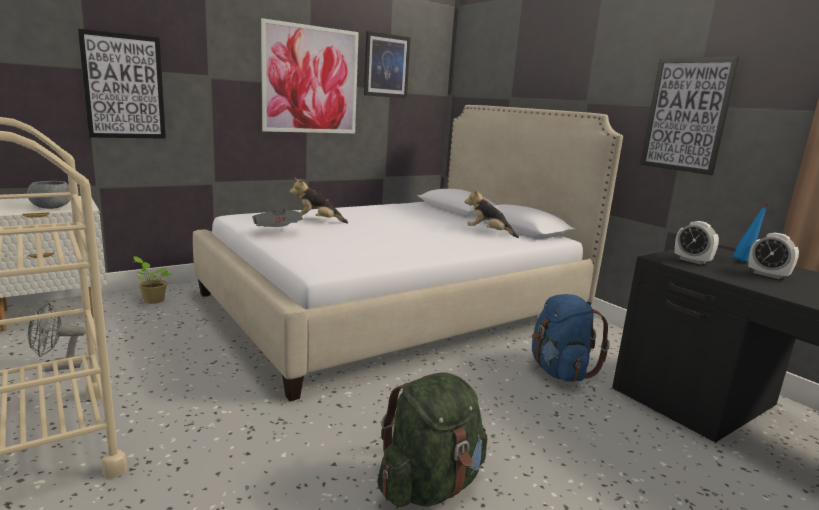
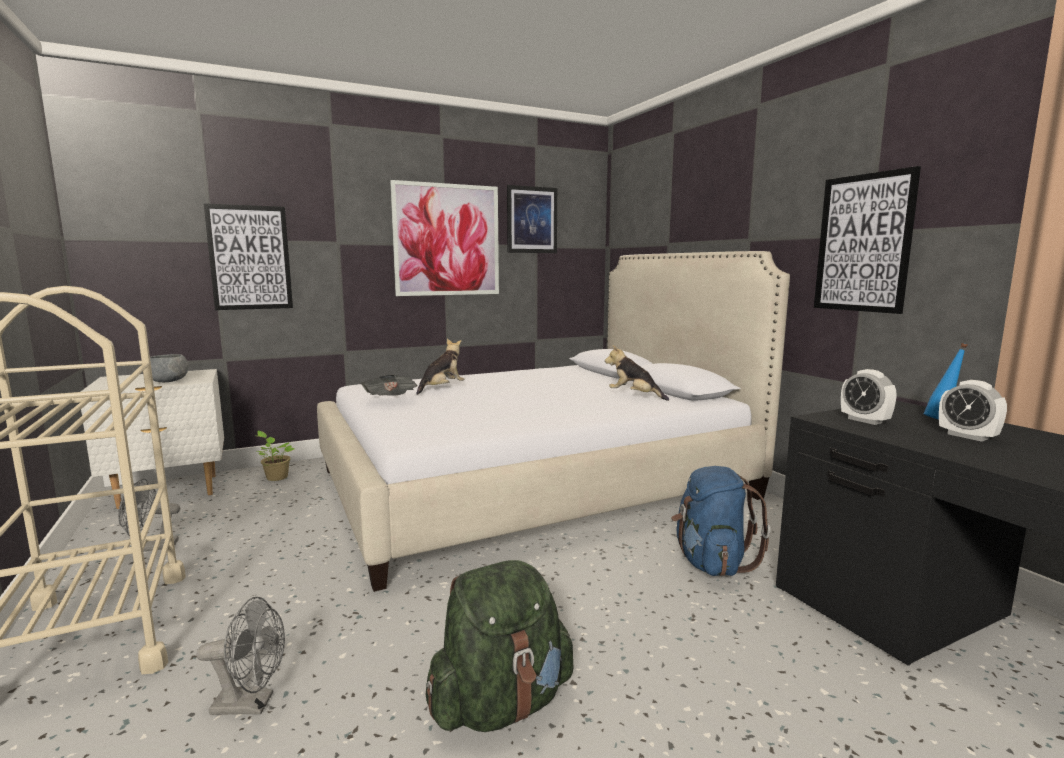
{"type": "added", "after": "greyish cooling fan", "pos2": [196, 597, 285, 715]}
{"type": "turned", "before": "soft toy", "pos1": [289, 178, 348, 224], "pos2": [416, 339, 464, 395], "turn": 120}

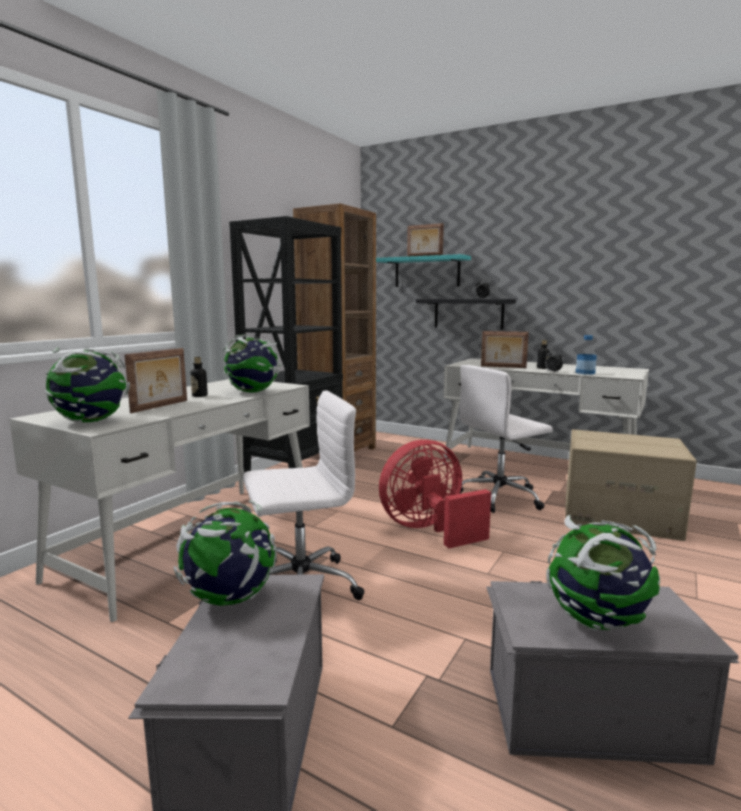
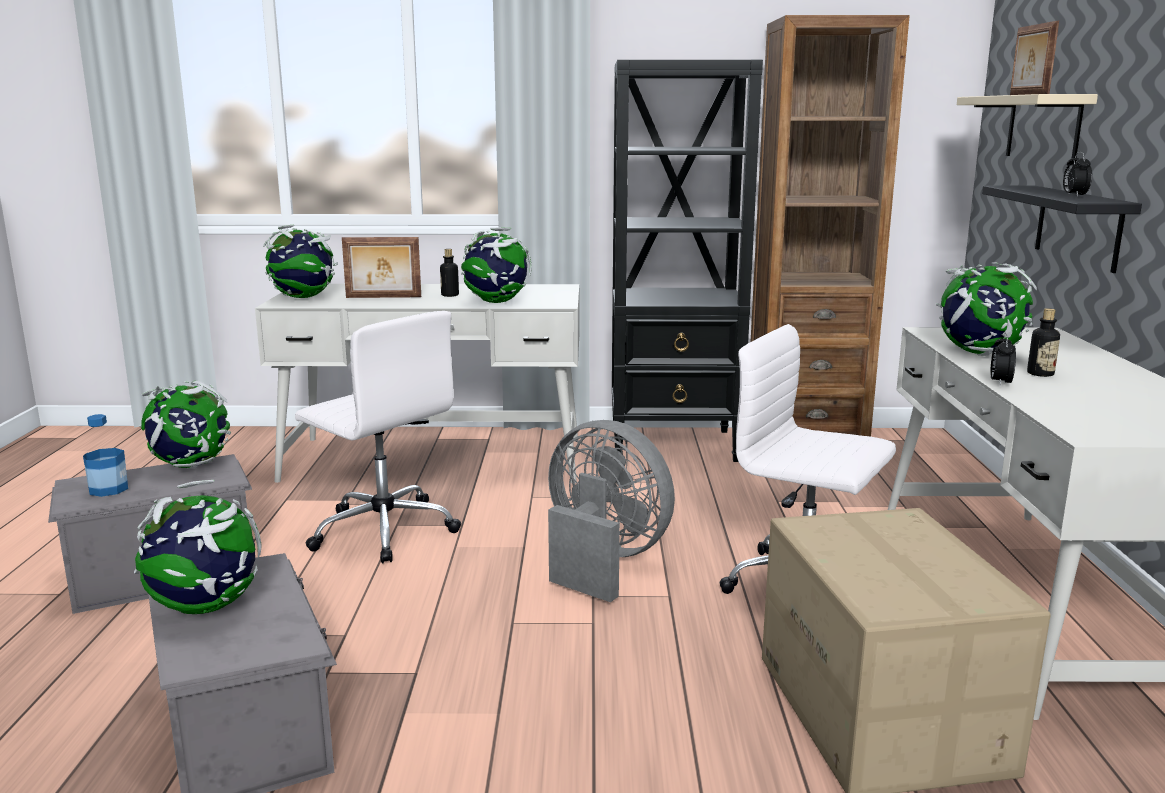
{"type": "moved", "before": "bottle", "pos1": [575, 335, 597, 374], "pos2": [83, 414, 128, 497]}
{"type": "recoloured", "before": "reddish cooling fan", "after": "greyish cooling fan", "pos1": [379, 440, 491, 548], "pos2": [548, 420, 675, 602]}
{"type": "replaced", "before": "photo frame", "after": "desk globe", "pos1": [481, 331, 529, 368], "pos2": [936, 262, 1037, 356]}
{"type": "recoloured", "before": "turquoise-coloured wall shelf", "after": "beige wall shelf", "pos1": [376, 254, 471, 287], "pos2": [957, 94, 1098, 159]}

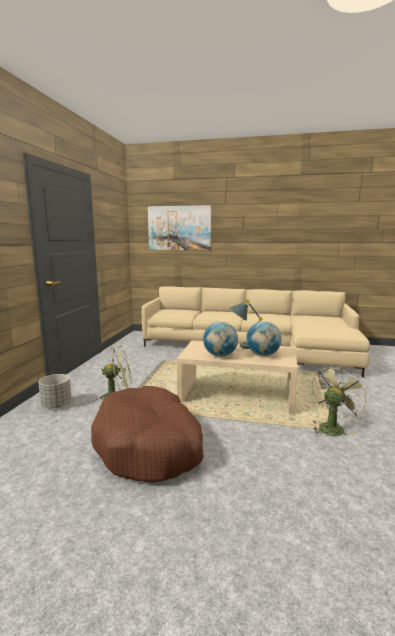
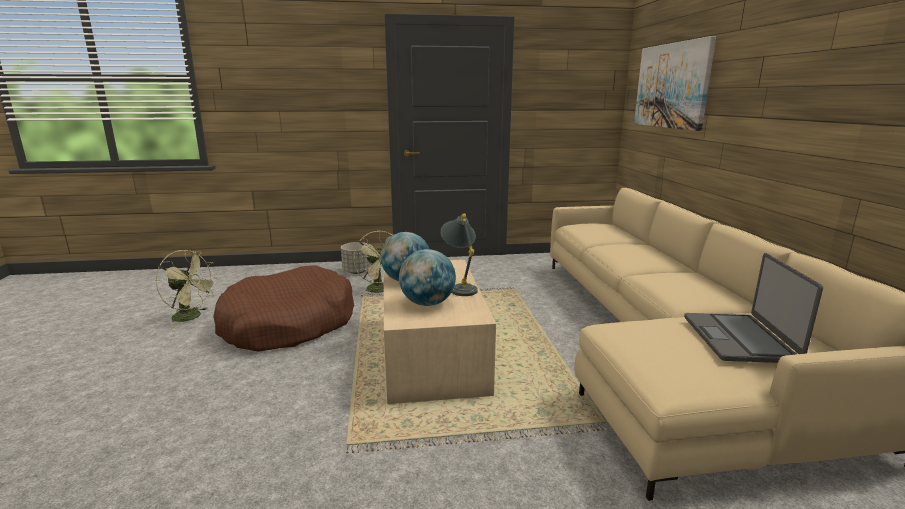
{"type": "moved", "before": "greenish cooling fan", "pos1": [311, 365, 368, 436], "pos2": [156, 250, 218, 327]}
{"type": "added", "after": "portable computer", "pos2": [684, 253, 823, 363]}

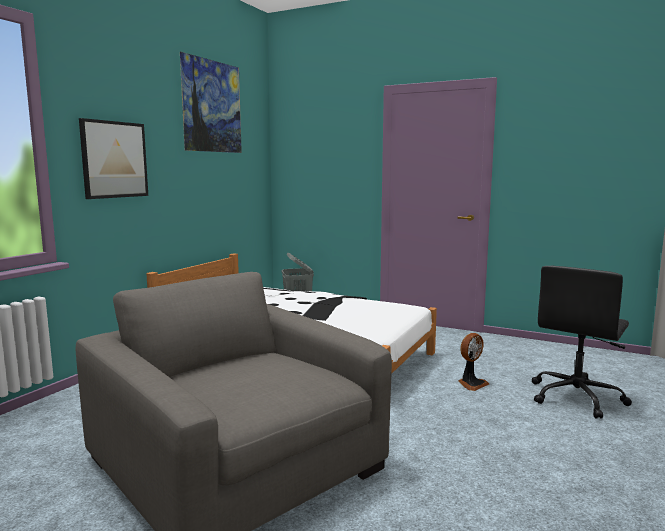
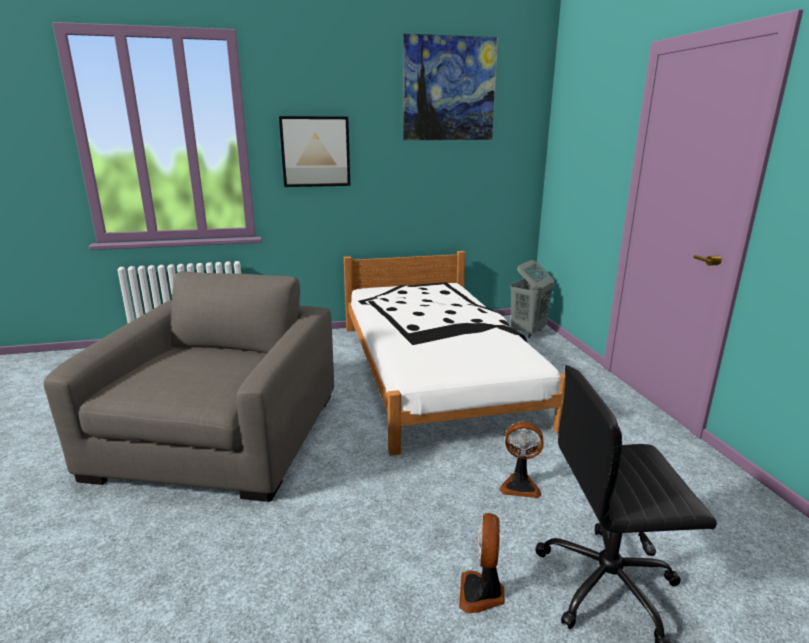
{"type": "added", "after": "cooling fan", "pos2": [459, 513, 504, 613]}

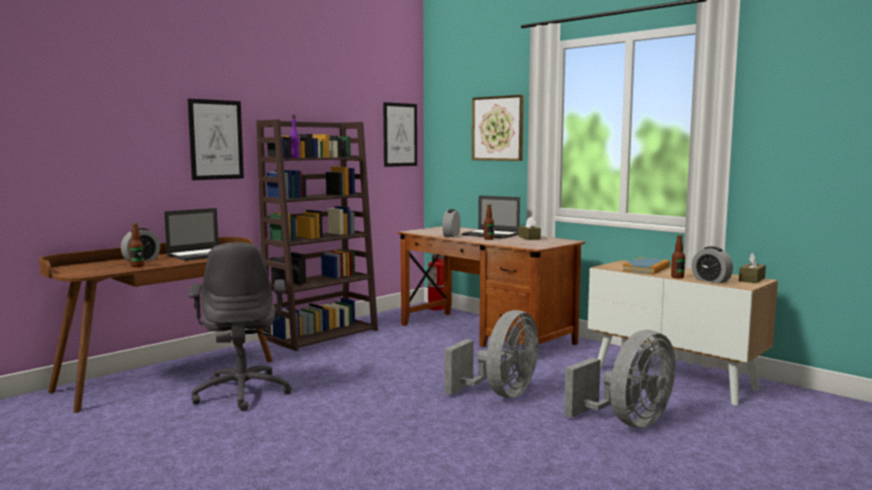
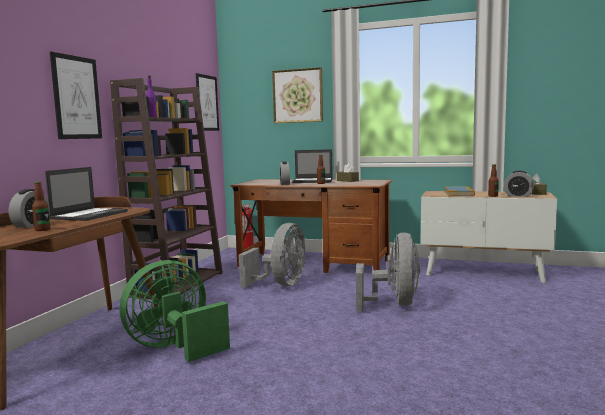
{"type": "replaced", "before": "greyish desk chair", "after": "greenish cooling fan", "pos1": [188, 242, 292, 411], "pos2": [120, 260, 230, 362]}
{"type": "moved", "before": "greyish cooling fan", "pos1": [564, 330, 675, 428], "pos2": [239, 223, 305, 288]}

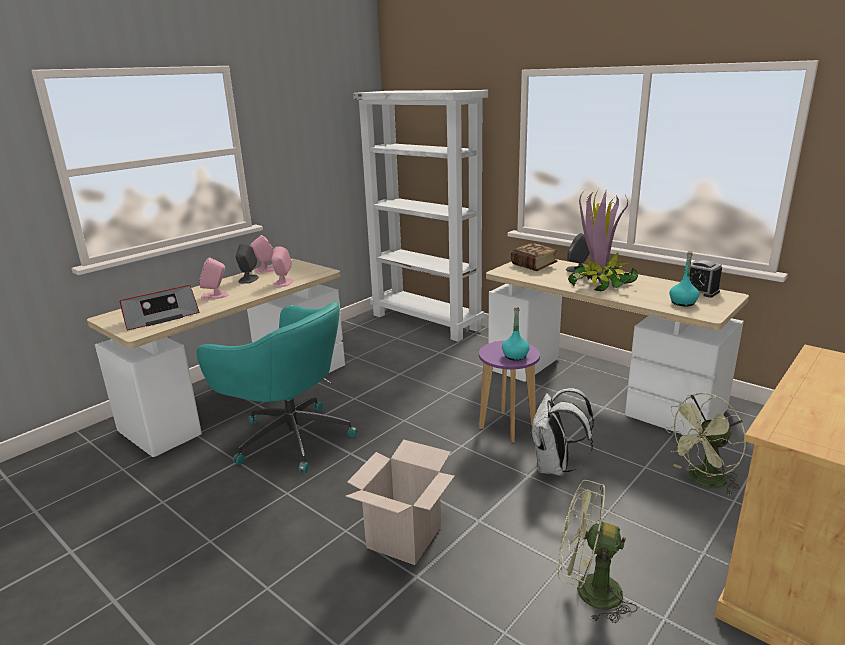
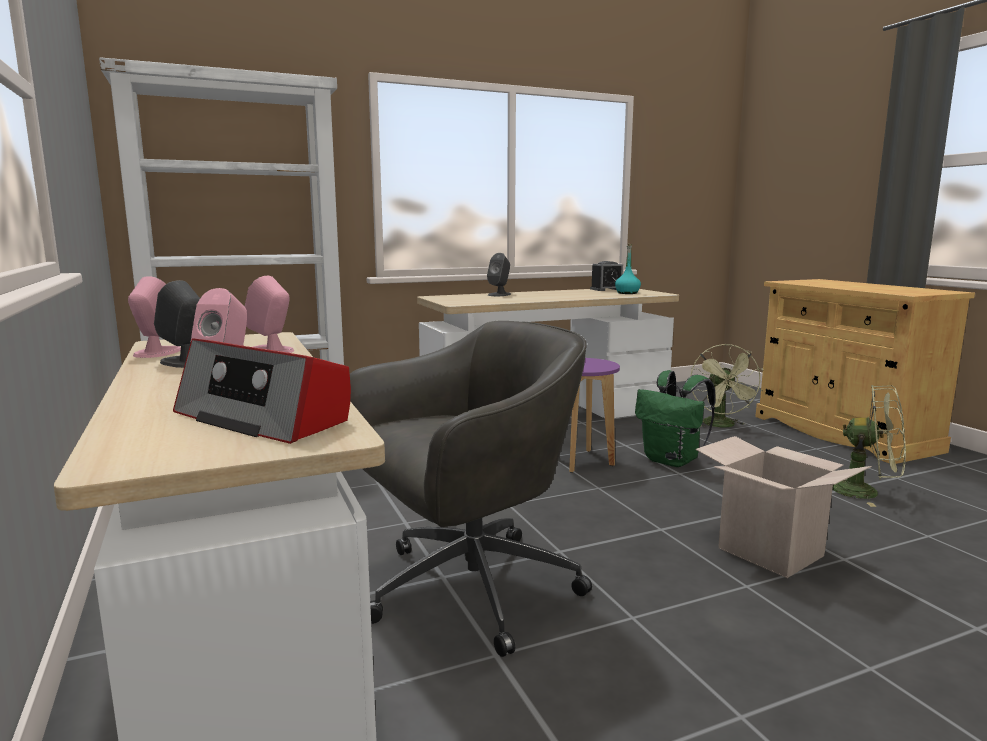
{"type": "turned", "before": "radio receiver", "pos1": [119, 285, 199, 330], "pos2": [173, 338, 351, 444], "turn": 135}
{"type": "recoloured", "before": "turquoise-coloured desk chair", "after": "greyish desk chair", "pos1": [196, 302, 358, 473], "pos2": [350, 321, 592, 657]}
{"type": "recoloured", "before": "white rucksack", "after": "greenish rucksack", "pos1": [530, 388, 594, 476], "pos2": [635, 370, 716, 467]}
{"type": "turned", "before": "greenish cooling fan", "pos1": [558, 480, 637, 623], "pos2": [832, 385, 906, 507], "turn": -105}
{"type": "removed", "before": "turquoise-coloured bottle", "pos1": [502, 307, 530, 361]}
{"type": "removed", "before": "bound book", "pos1": [511, 243, 558, 271]}
{"type": "removed", "before": "plant in a pot", "pos1": [568, 190, 638, 291]}

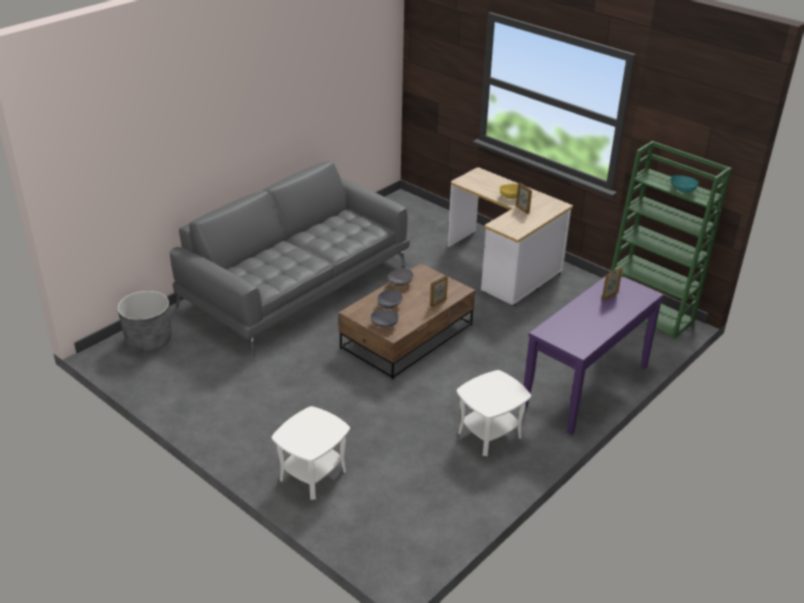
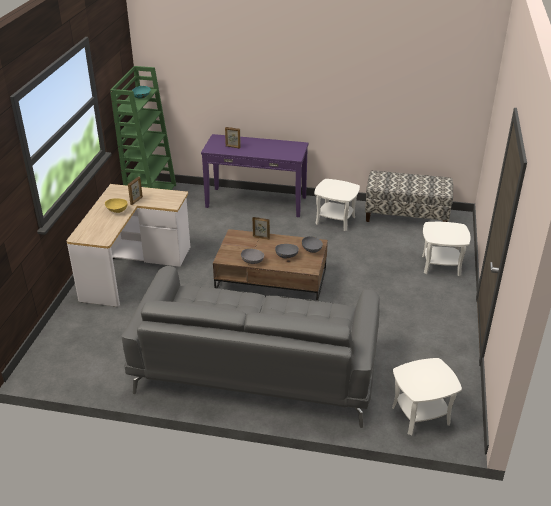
{"type": "added", "after": "indoor bench", "pos2": [365, 170, 453, 222]}
{"type": "replaced", "before": "greyish planter", "after": "white accent table", "pos1": [117, 291, 172, 352], "pos2": [392, 358, 462, 435]}

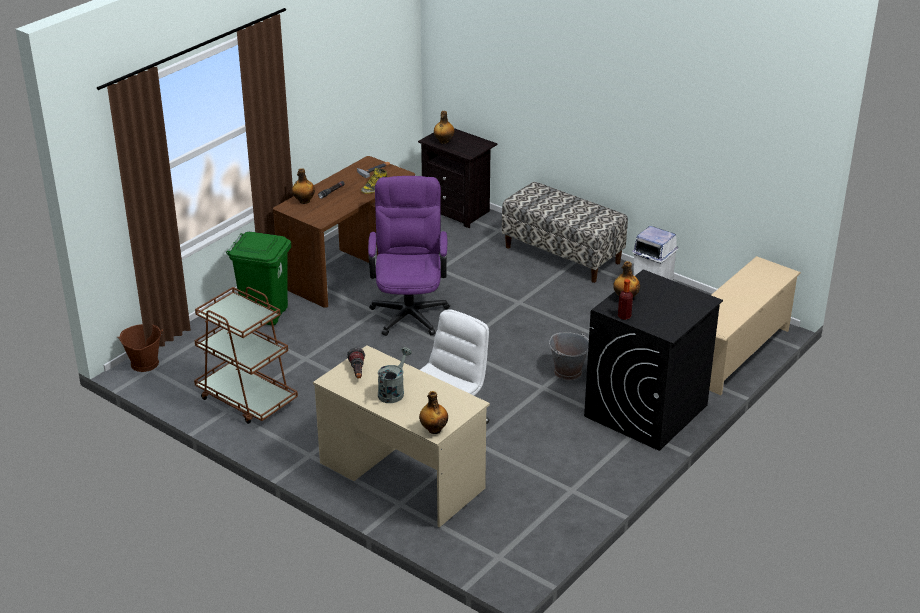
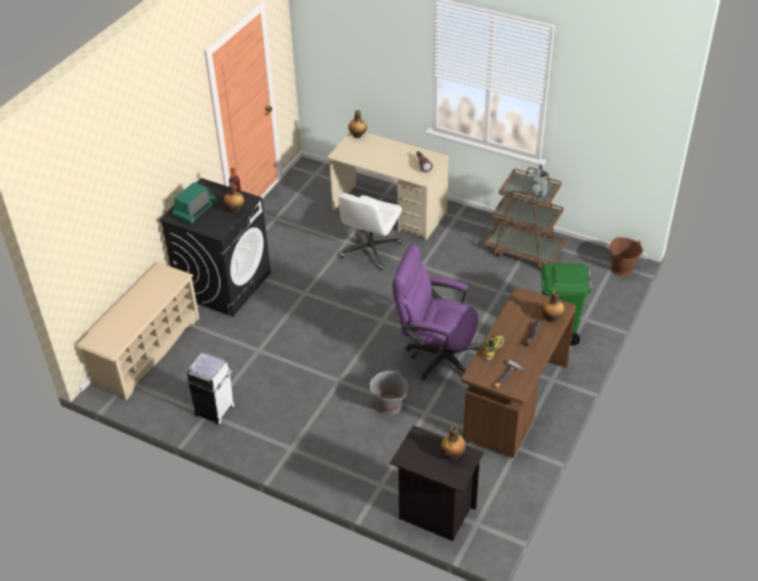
{"type": "added", "after": "radio receiver", "pos2": [172, 182, 218, 223]}
{"type": "moved", "before": "greyish bucket", "pos1": [549, 332, 589, 380], "pos2": [370, 371, 407, 415]}
{"type": "turned", "before": "purple desk chair", "pos1": [368, 176, 450, 336], "pos2": [393, 245, 481, 381], "turn": 120}
{"type": "moved", "before": "greyish watering pot", "pos1": [378, 347, 412, 403], "pos2": [529, 165, 548, 197]}
{"type": "removed", "before": "indoor bench", "pos1": [502, 182, 628, 283]}

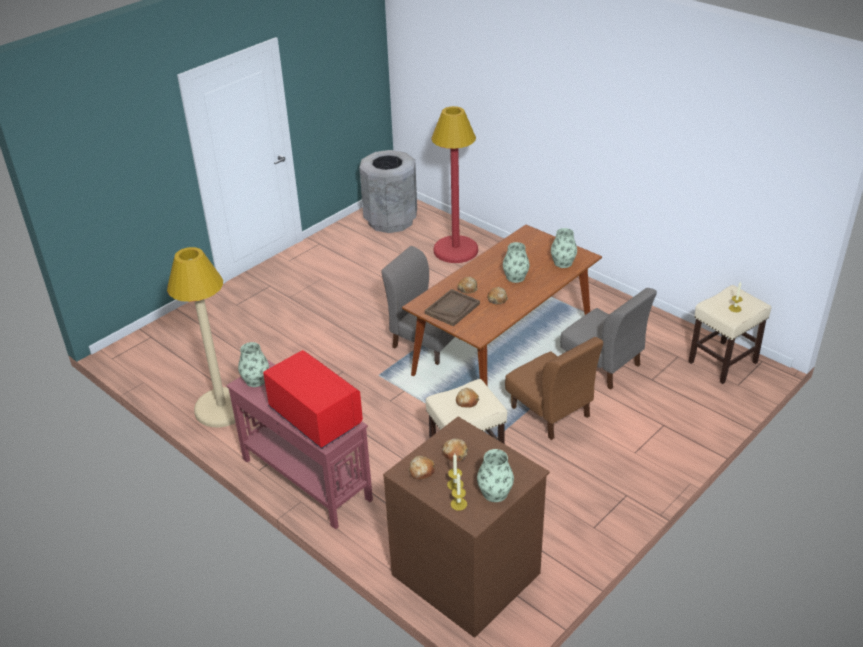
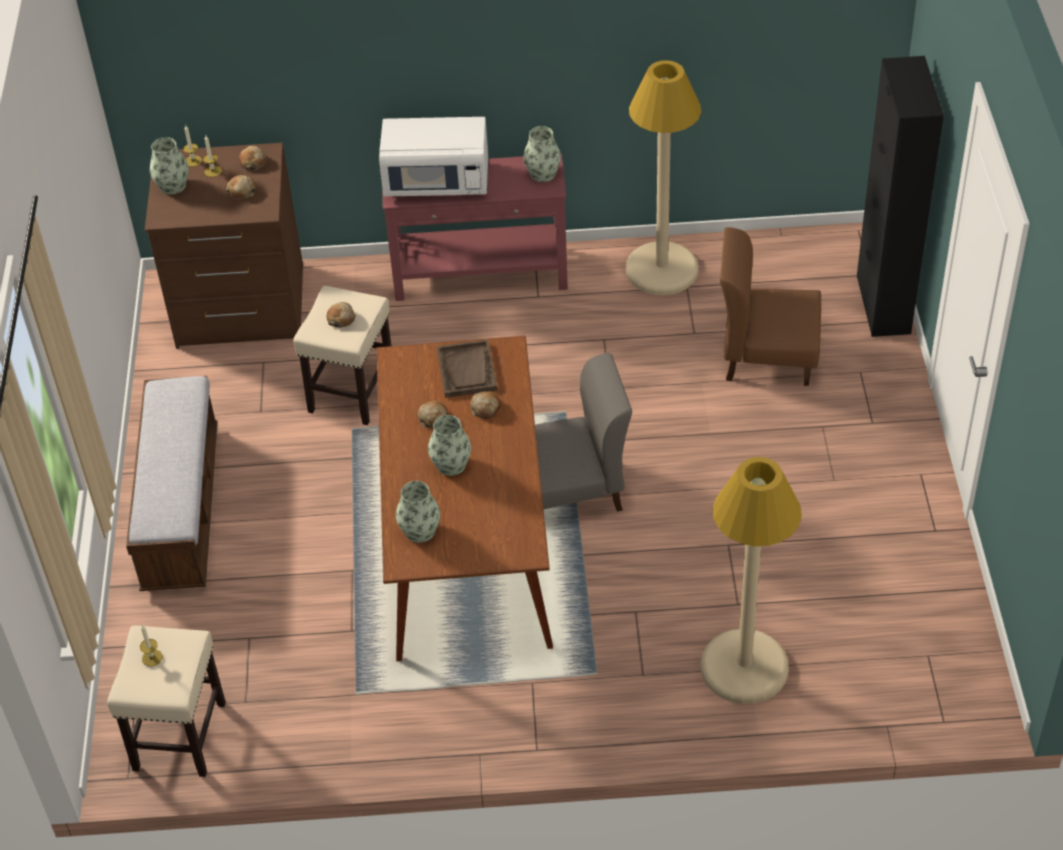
{"type": "added", "after": "indoor bench", "pos2": [126, 376, 218, 591]}
{"type": "recoloured", "before": "reddish microwave oven", "after": "white microwave oven", "pos1": [263, 350, 363, 449], "pos2": [379, 117, 489, 197]}
{"type": "recoloured", "before": "reddish standing lamp", "after": "beige standing lamp", "pos1": [431, 106, 478, 263], "pos2": [700, 457, 802, 704]}
{"type": "moved", "before": "brownish plain chair", "pos1": [505, 337, 603, 440], "pos2": [720, 227, 821, 386]}
{"type": "added", "after": "black-coloured cabinet", "pos2": [857, 56, 944, 337]}
{"type": "removed", "before": "greyish waste bin", "pos1": [359, 150, 417, 233]}
{"type": "removed", "before": "greyish plain chair", "pos1": [560, 288, 657, 389]}

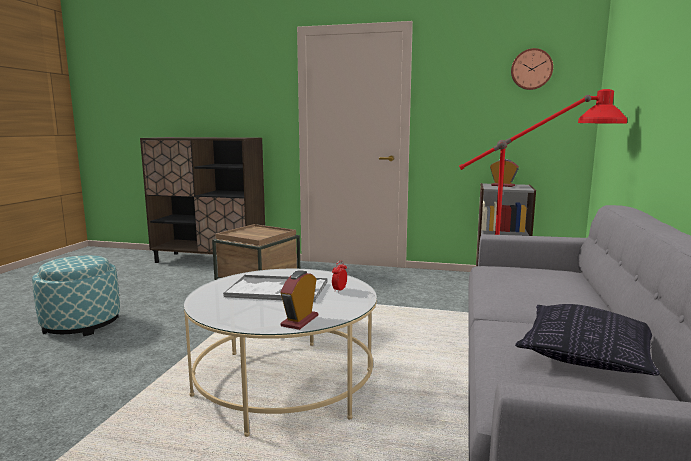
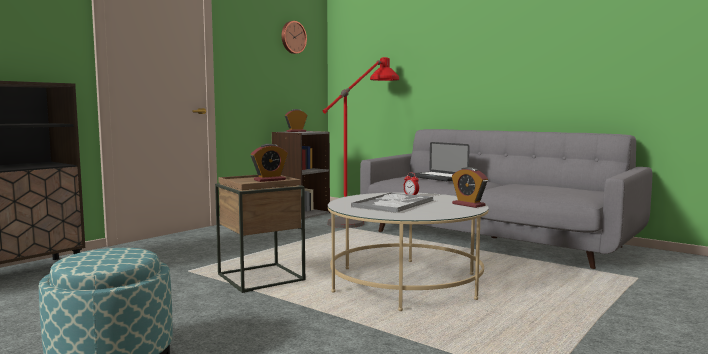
{"type": "added", "after": "table clock", "pos2": [251, 144, 288, 182]}
{"type": "added", "after": "portable computer", "pos2": [409, 142, 470, 181]}
{"type": "removed", "before": "throw pillow", "pos1": [515, 304, 660, 376]}

